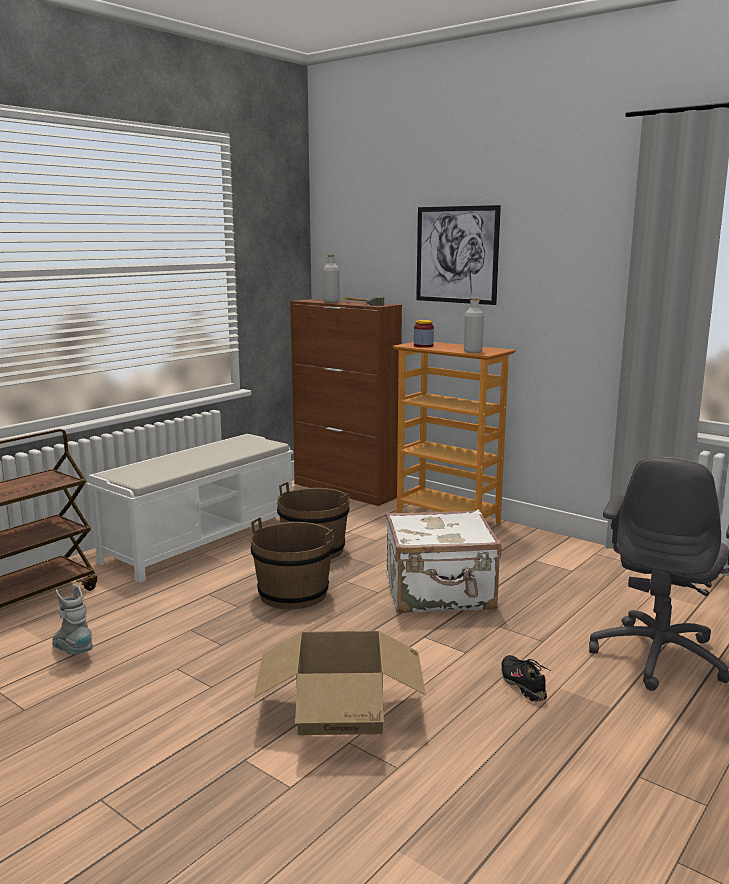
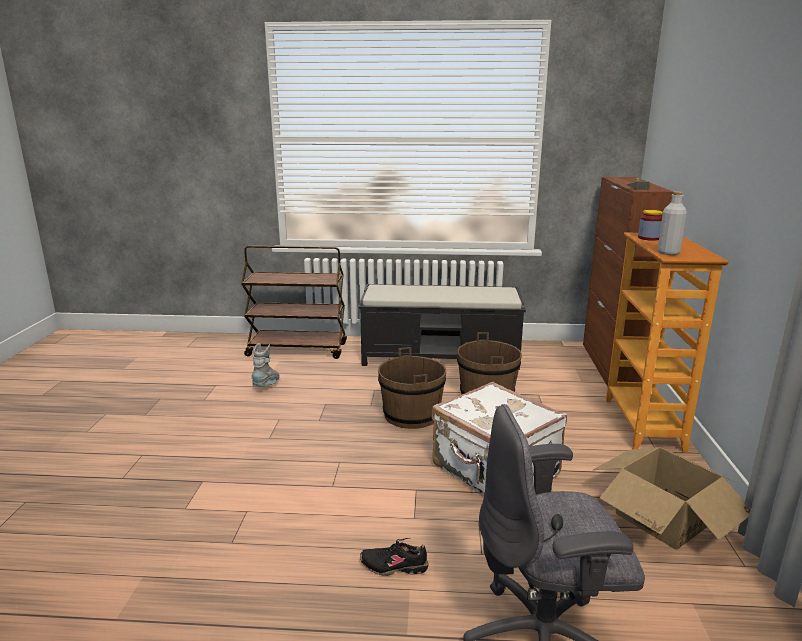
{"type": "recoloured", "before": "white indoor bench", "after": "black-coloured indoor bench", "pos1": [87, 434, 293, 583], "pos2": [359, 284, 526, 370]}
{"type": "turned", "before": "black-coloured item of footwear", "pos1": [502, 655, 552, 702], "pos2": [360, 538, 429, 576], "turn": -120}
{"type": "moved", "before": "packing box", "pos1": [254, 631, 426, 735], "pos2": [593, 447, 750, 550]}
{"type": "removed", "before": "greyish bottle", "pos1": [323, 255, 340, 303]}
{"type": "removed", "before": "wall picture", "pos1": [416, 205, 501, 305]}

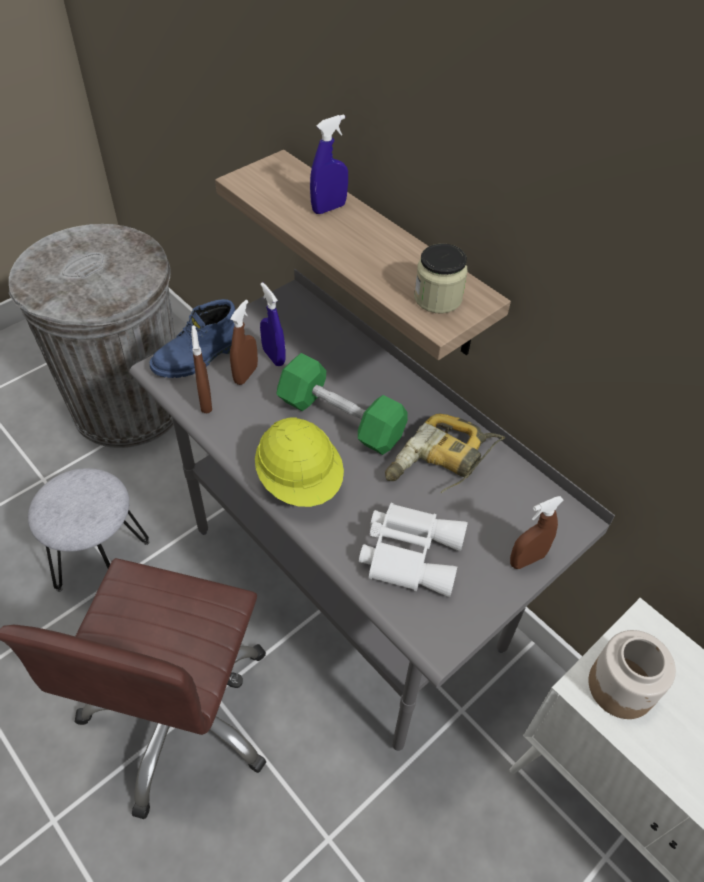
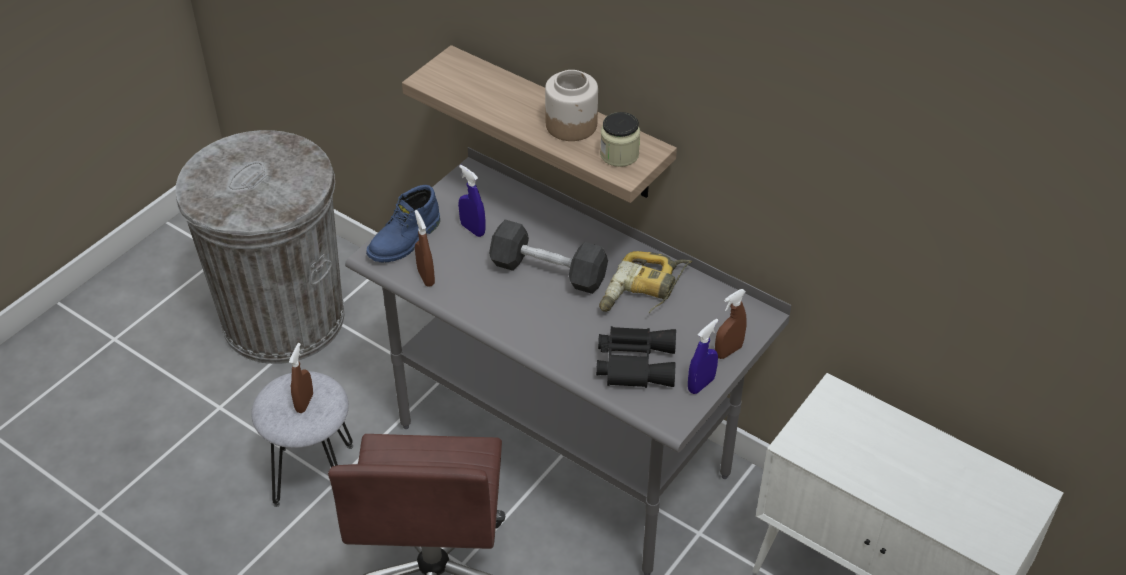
{"type": "moved", "before": "brownish sprayer", "pos1": [230, 300, 258, 385], "pos2": [289, 343, 313, 413]}
{"type": "recoloured", "before": "greenish free weight", "after": "black-coloured free weight", "pos1": [276, 353, 408, 455], "pos2": [489, 220, 608, 294]}
{"type": "moved", "before": "jar", "pos1": [588, 630, 676, 719], "pos2": [545, 70, 598, 141]}
{"type": "recoloured", "before": "white pair of binoculars", "after": "black-coloured pair of binoculars", "pos1": [359, 503, 468, 597], "pos2": [596, 326, 676, 388]}
{"type": "moved", "before": "blue sprayer", "pos1": [310, 114, 348, 214], "pos2": [688, 319, 719, 394]}
{"type": "removed", "before": "yellow-coloured safety helmet", "pos1": [255, 417, 344, 507]}

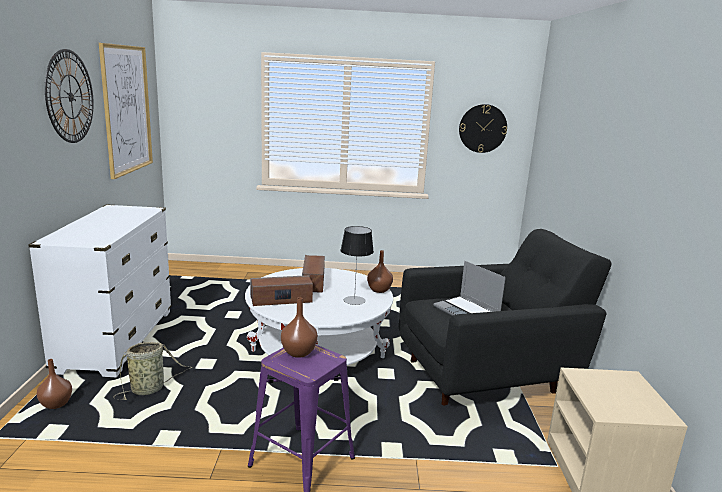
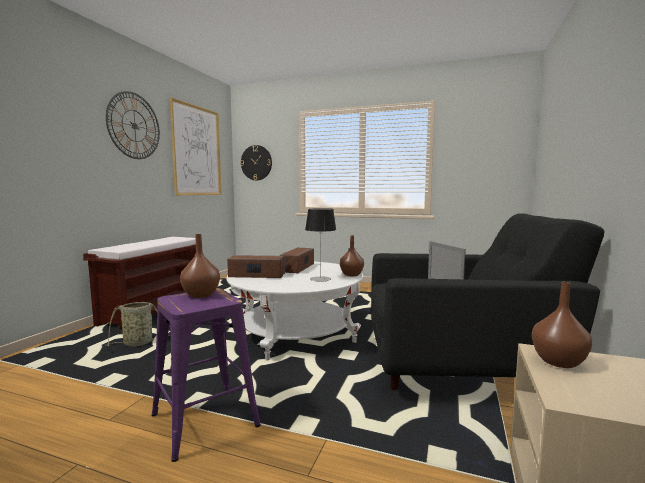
{"type": "replaced", "before": "white drawer chest", "after": "brownish indoor bench", "pos1": [28, 204, 172, 377], "pos2": [83, 237, 196, 328]}
{"type": "moved", "before": "hanging clock", "pos1": [459, 104, 507, 153], "pos2": [240, 145, 272, 180]}
{"type": "moved", "before": "brownish decorative vase", "pos1": [36, 359, 72, 409], "pos2": [532, 282, 592, 368]}

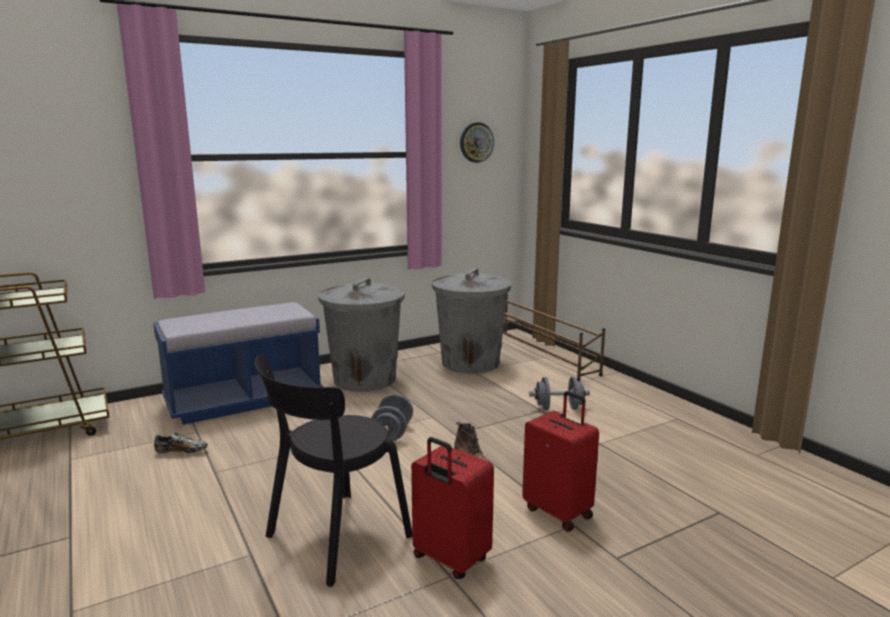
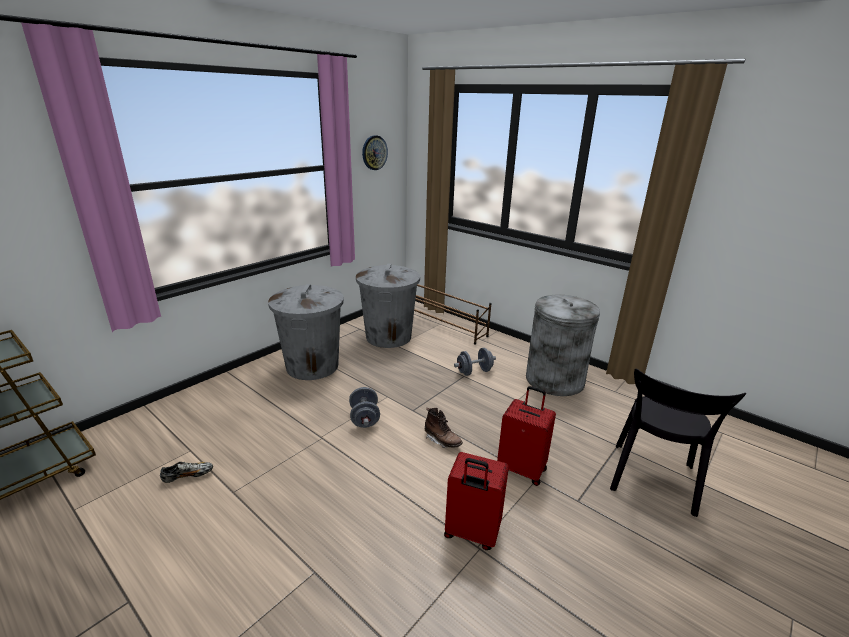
{"type": "added", "after": "greyish waste bin", "pos2": [526, 295, 600, 396]}
{"type": "moved", "before": "black-coloured plain chair", "pos1": [254, 354, 412, 587], "pos2": [610, 369, 746, 517]}
{"type": "removed", "before": "blue indoor bench", "pos1": [153, 302, 323, 425]}

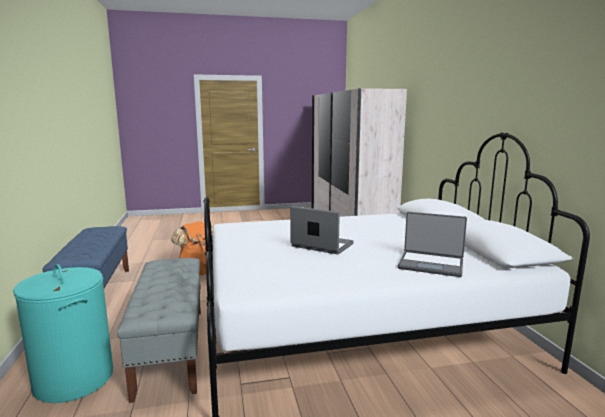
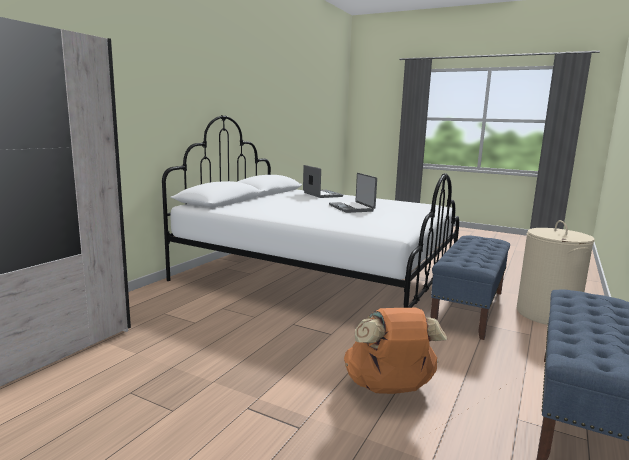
{"type": "recoloured", "before": "greyish indoor bench", "after": "blue indoor bench", "pos1": [117, 258, 201, 403], "pos2": [430, 235, 510, 340]}
{"type": "recoloured", "before": "turquoise-coloured hamper", "after": "beige hamper", "pos1": [13, 264, 113, 403], "pos2": [517, 220, 595, 325]}

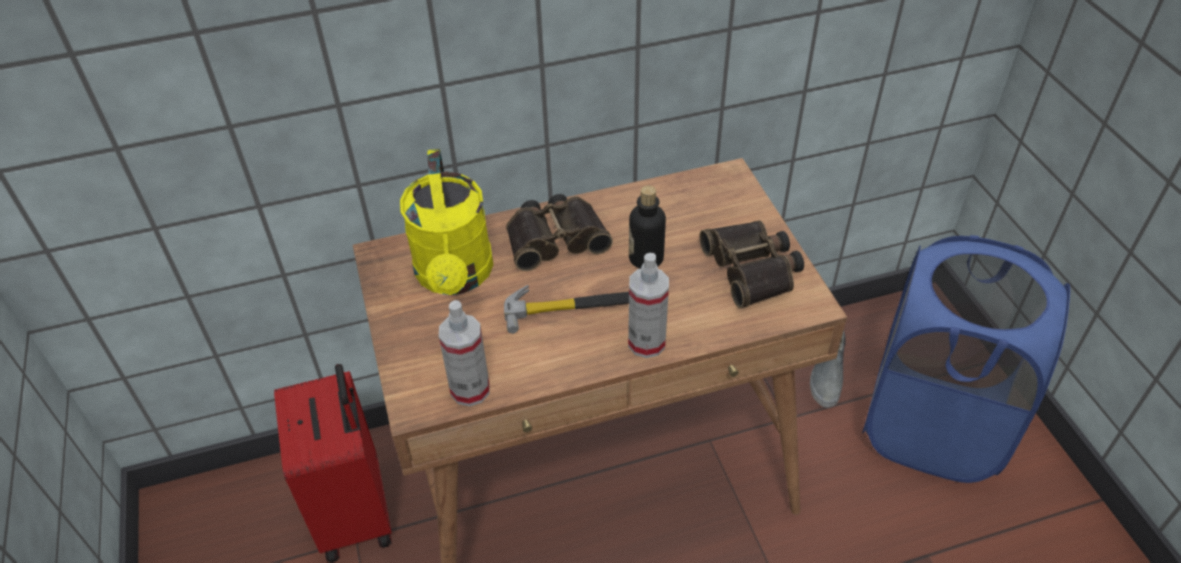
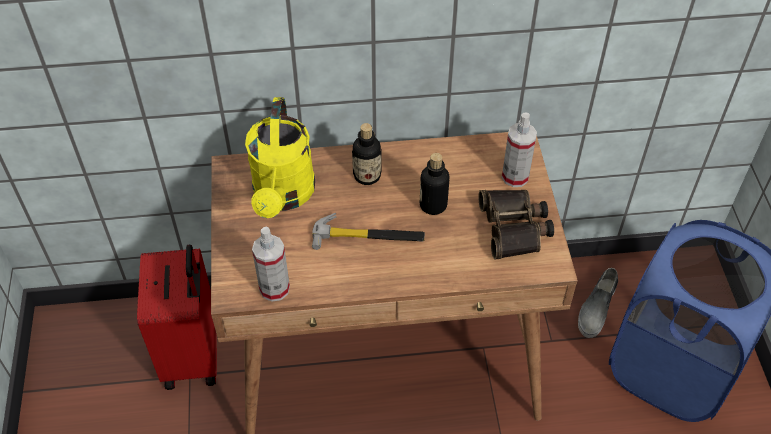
{"type": "replaced", "before": "pair of binoculars", "after": "bottle", "pos1": [506, 194, 613, 271], "pos2": [352, 123, 382, 185]}
{"type": "moved", "before": "sprayer", "pos1": [628, 253, 669, 358], "pos2": [502, 113, 537, 187]}

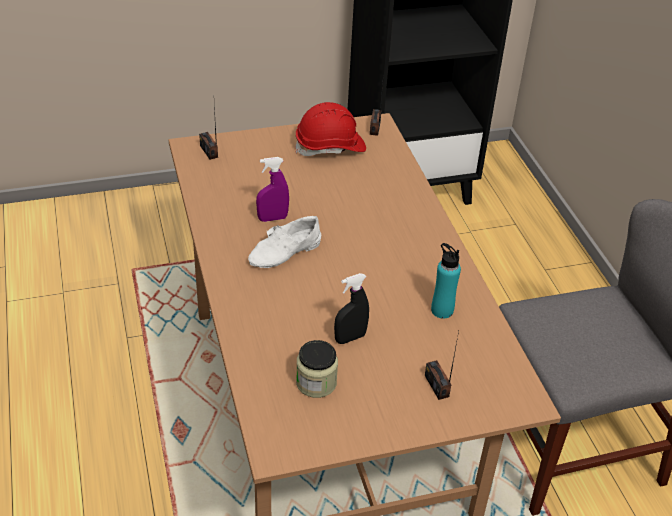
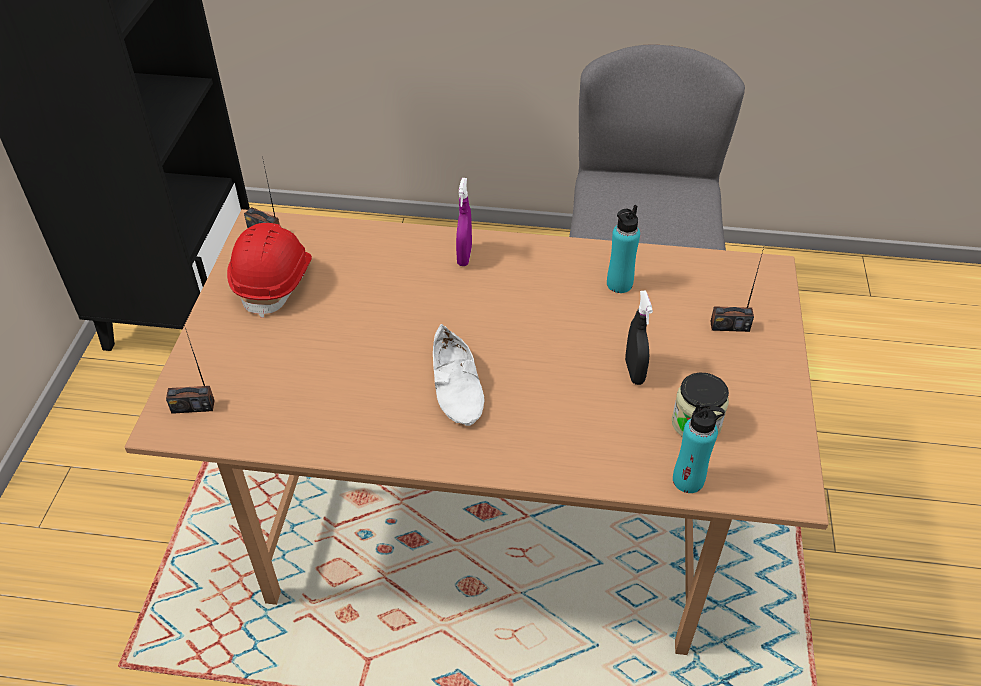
{"type": "moved", "before": "purple sprayer", "pos1": [256, 157, 289, 222], "pos2": [456, 178, 472, 266]}
{"type": "added", "after": "turquoise-coloured bottle", "pos2": [673, 402, 725, 493]}

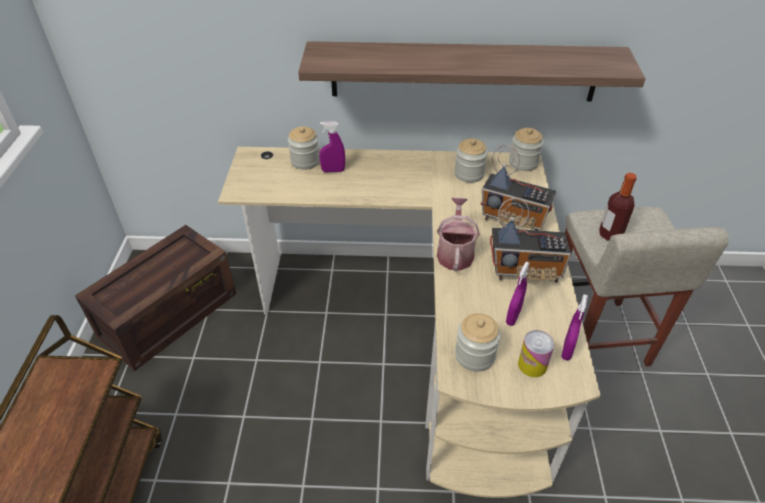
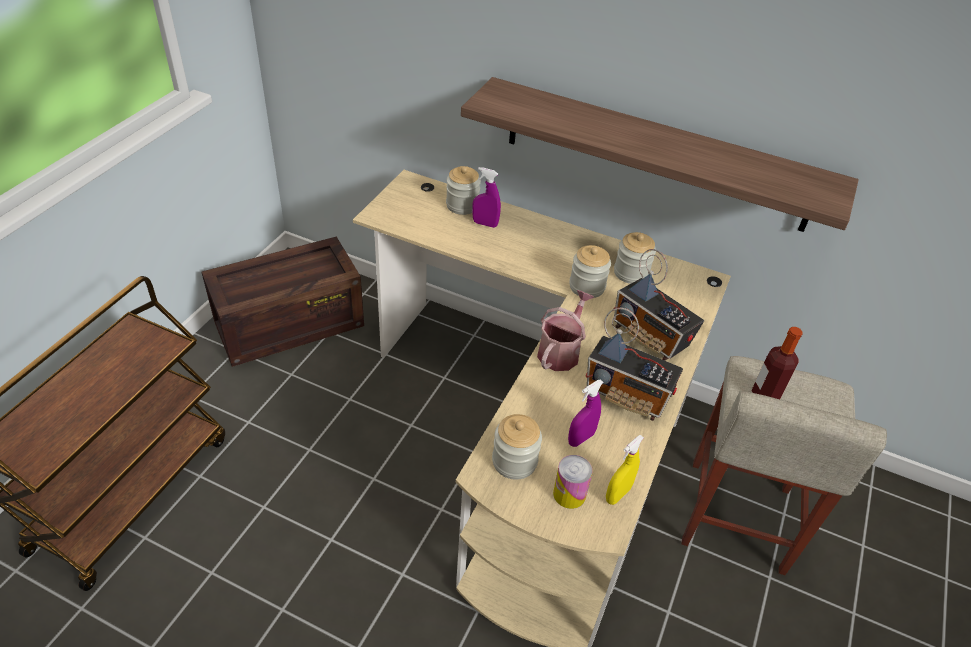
{"type": "moved", "before": "jar", "pos1": [509, 128, 544, 171], "pos2": [569, 245, 611, 298]}
{"type": "recoloured", "before": "purple sprayer", "after": "yellow-coloured sprayer", "pos1": [561, 294, 588, 360], "pos2": [606, 435, 644, 505]}

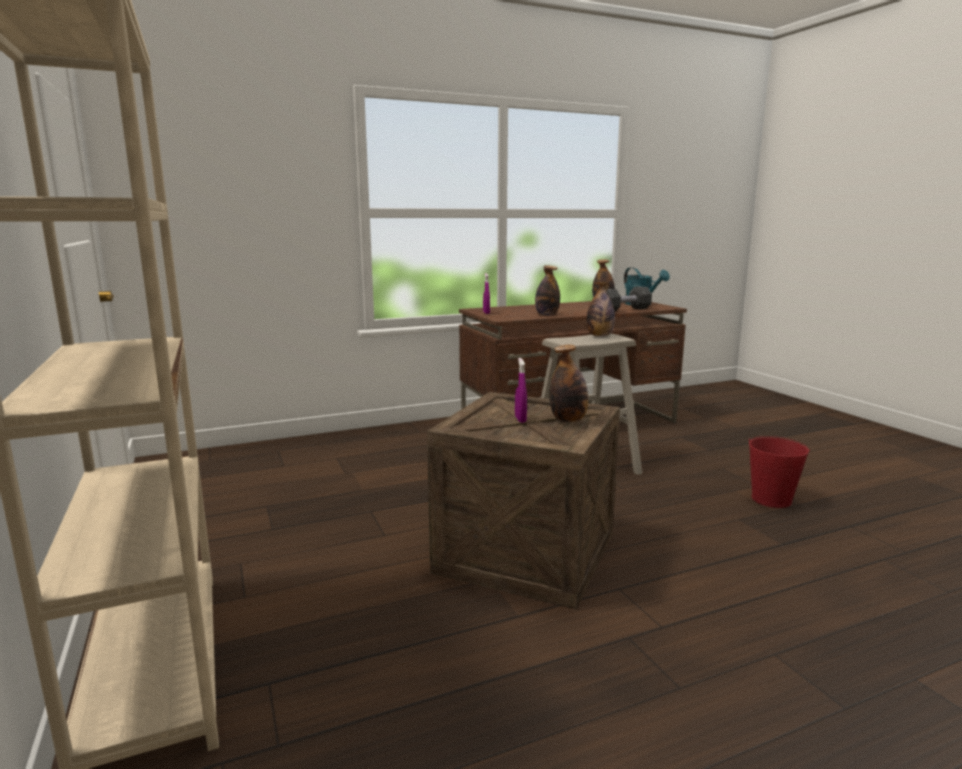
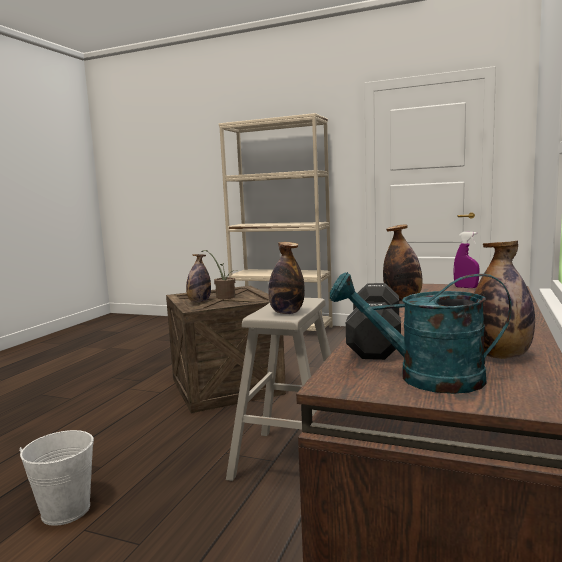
{"type": "recoloured", "before": "reddish bucket", "after": "white bucket", "pos1": [749, 436, 810, 508], "pos2": [19, 430, 94, 526]}
{"type": "replaced", "before": "purple sprayer", "after": "plant in a pot", "pos1": [515, 358, 527, 423], "pos2": [201, 250, 239, 299]}

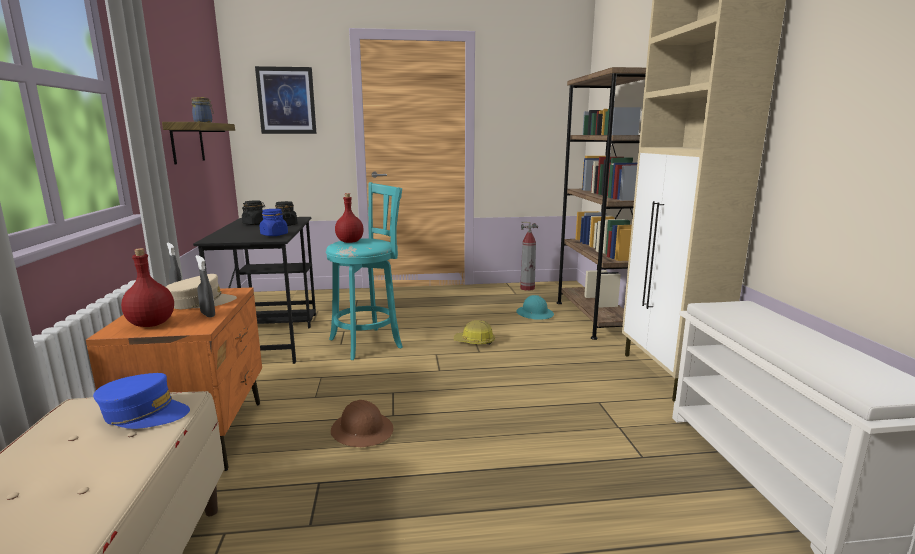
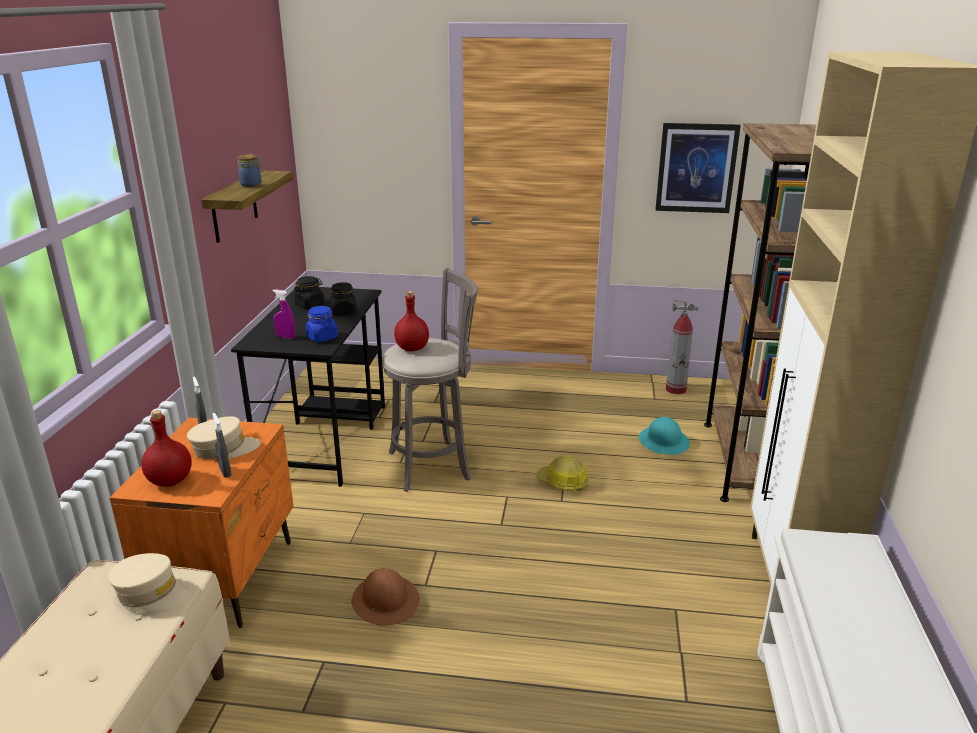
{"type": "recoloured", "before": "blue peaked cap", "after": "beige peaked cap", "pos1": [93, 373, 190, 429], "pos2": [108, 553, 191, 614]}
{"type": "added", "after": "purple sprayer", "pos2": [272, 289, 295, 339]}
{"type": "recoloured", "before": "turquoise-coloured sitting stool", "after": "greyish sitting stool", "pos1": [326, 182, 403, 360], "pos2": [382, 268, 478, 492]}
{"type": "moved", "before": "wall picture", "pos1": [255, 66, 316, 134], "pos2": [655, 123, 741, 213]}

